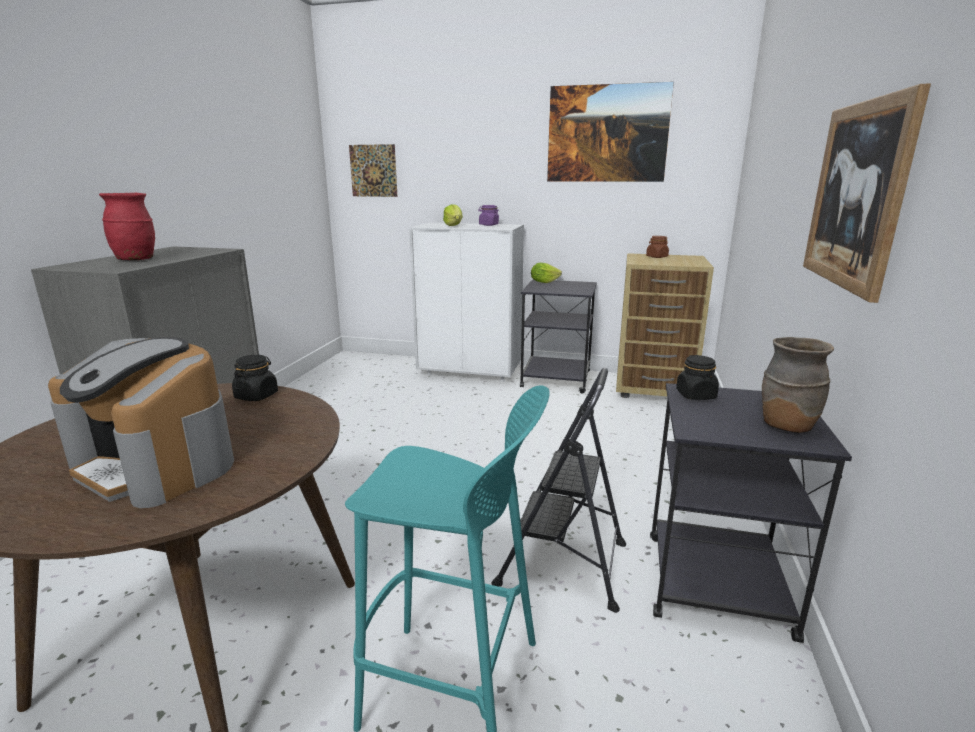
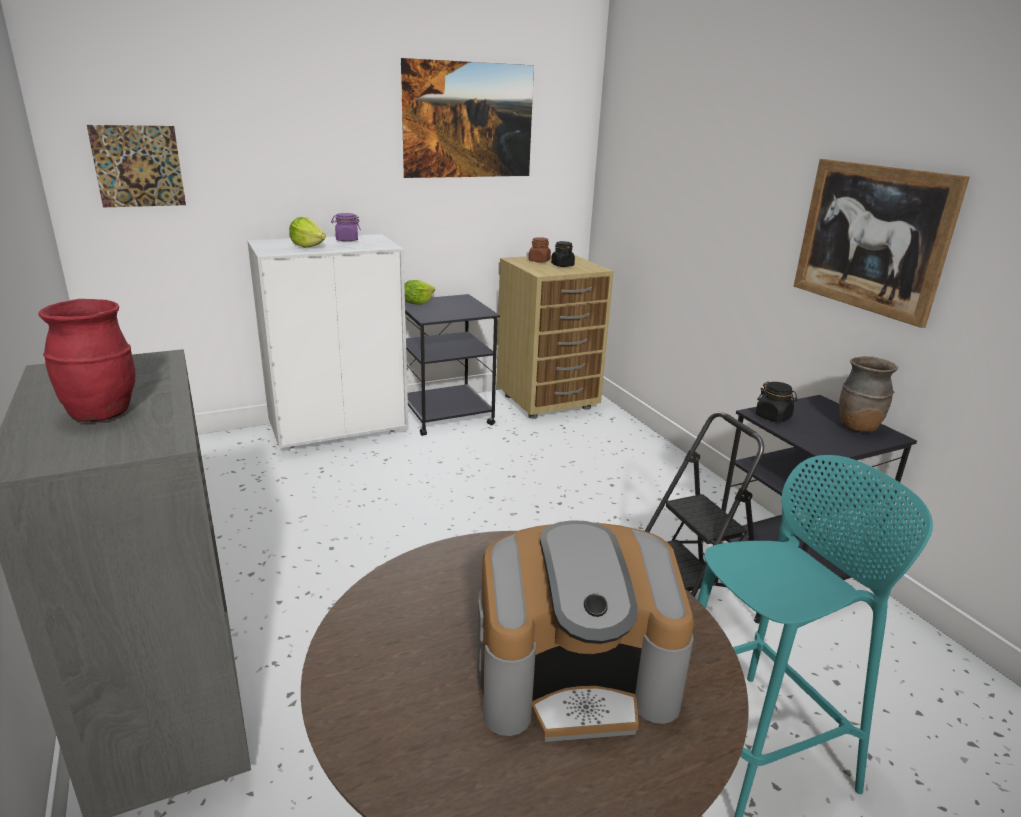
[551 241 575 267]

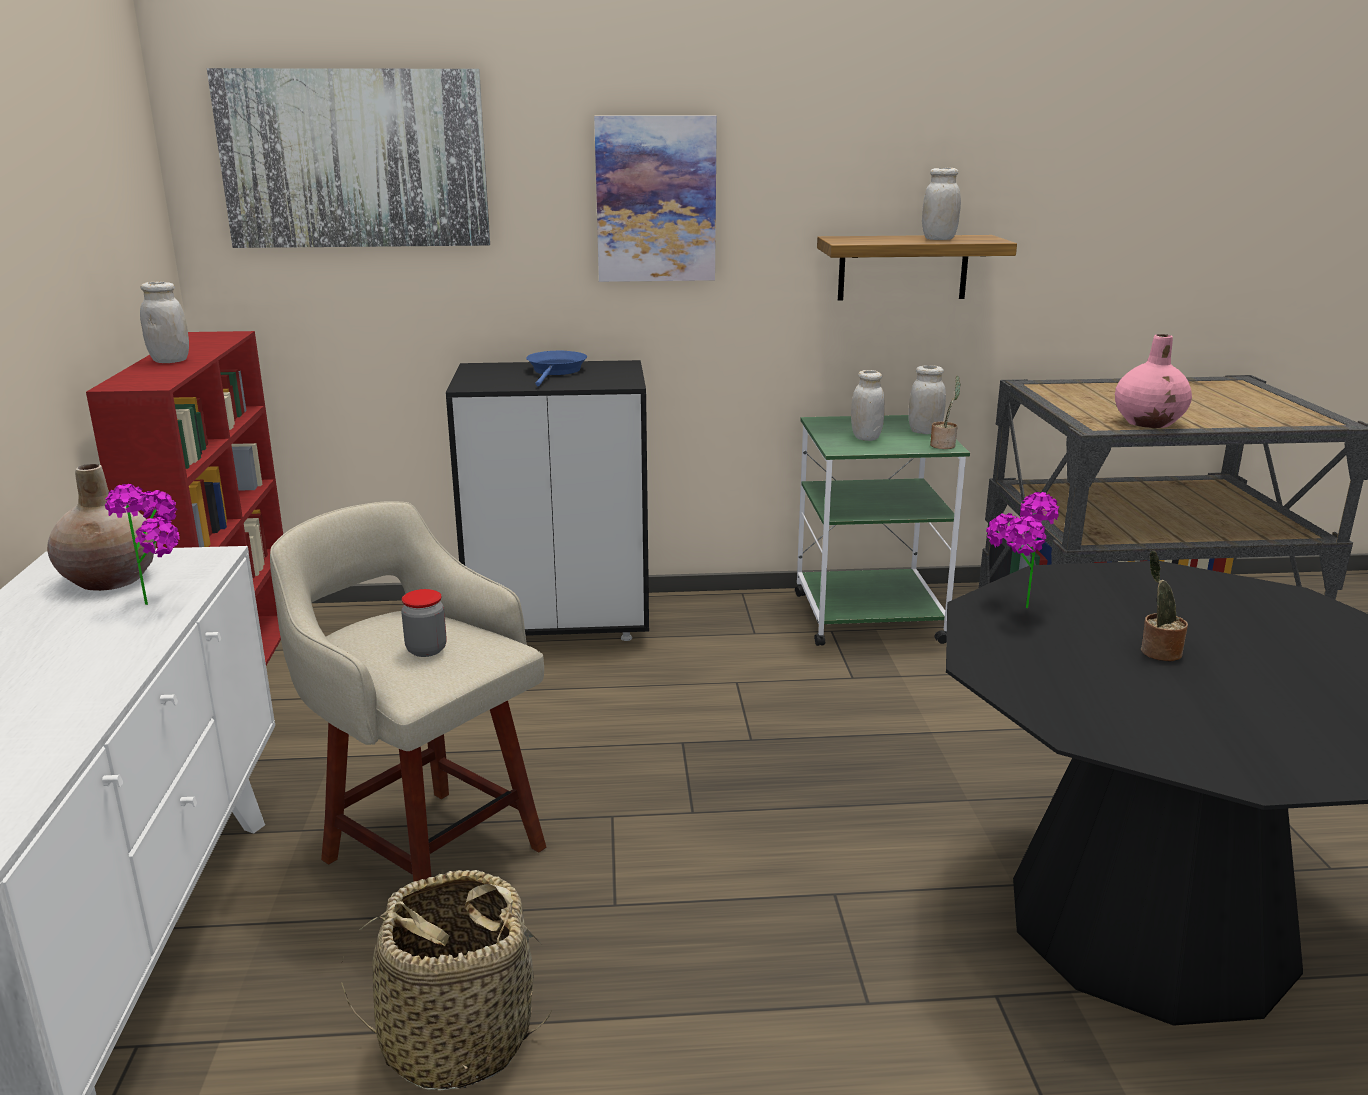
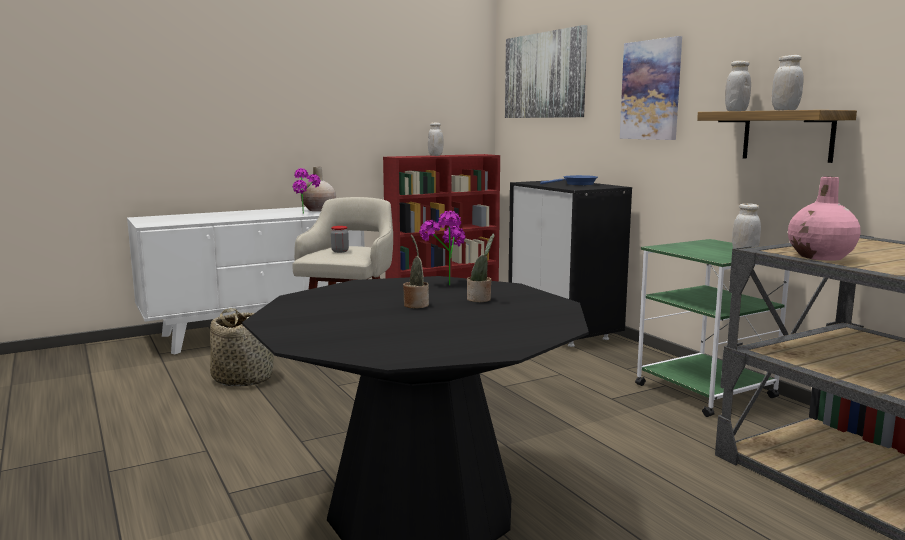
[725 61 751 111]
[467 234 494 302]

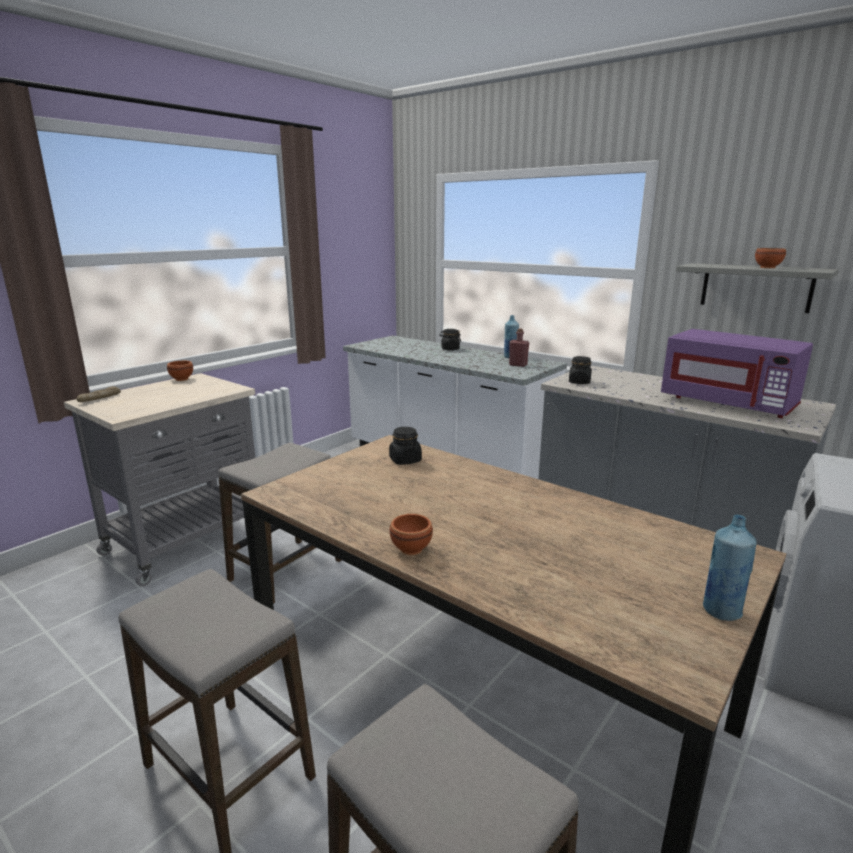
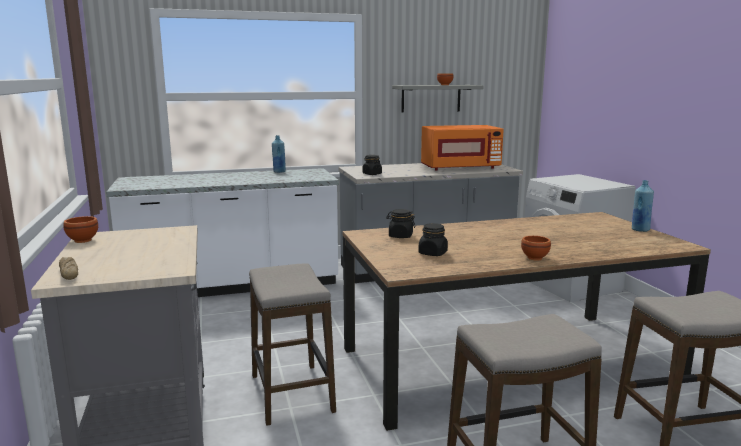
[418 223 448 256]
[509 328 529 367] (first image)
[421 125 504 171]

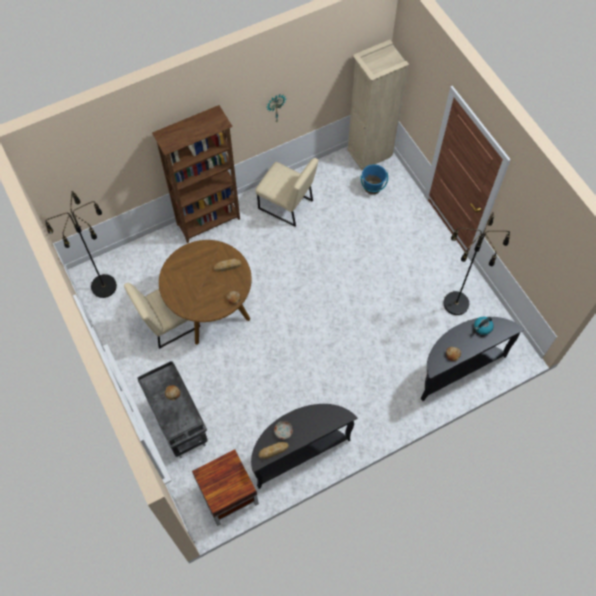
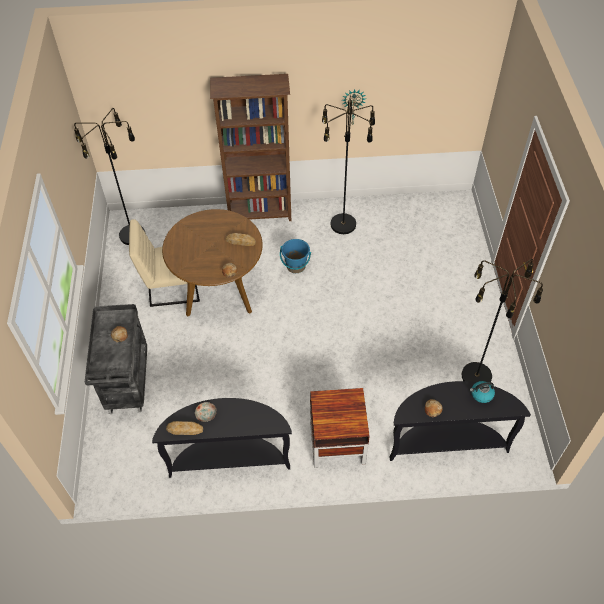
[310 388 370 468]
[322 96 375 234]
[348 40 409 170] (first image)
[280 239 311 273]

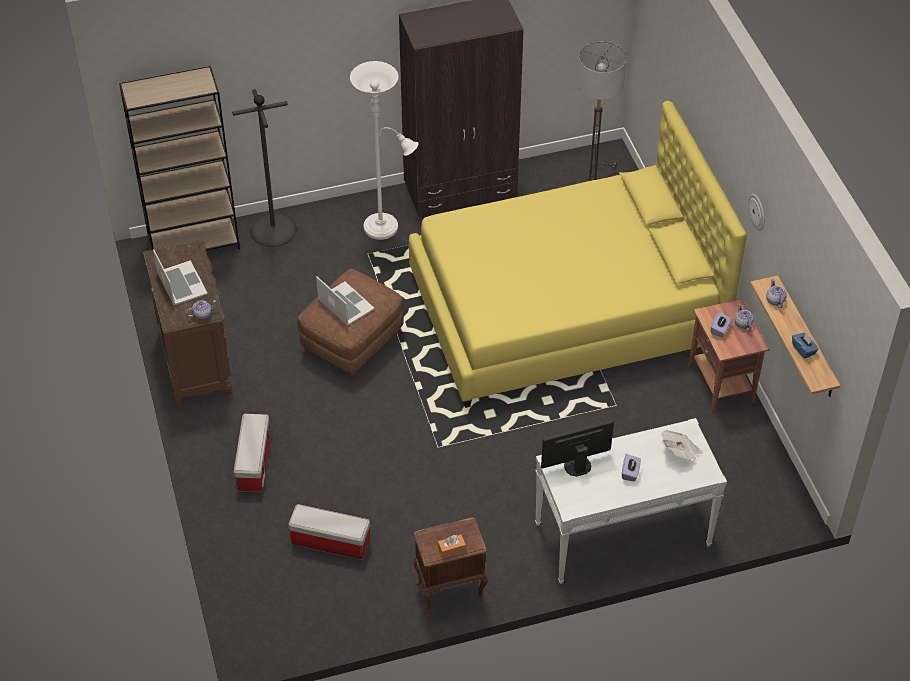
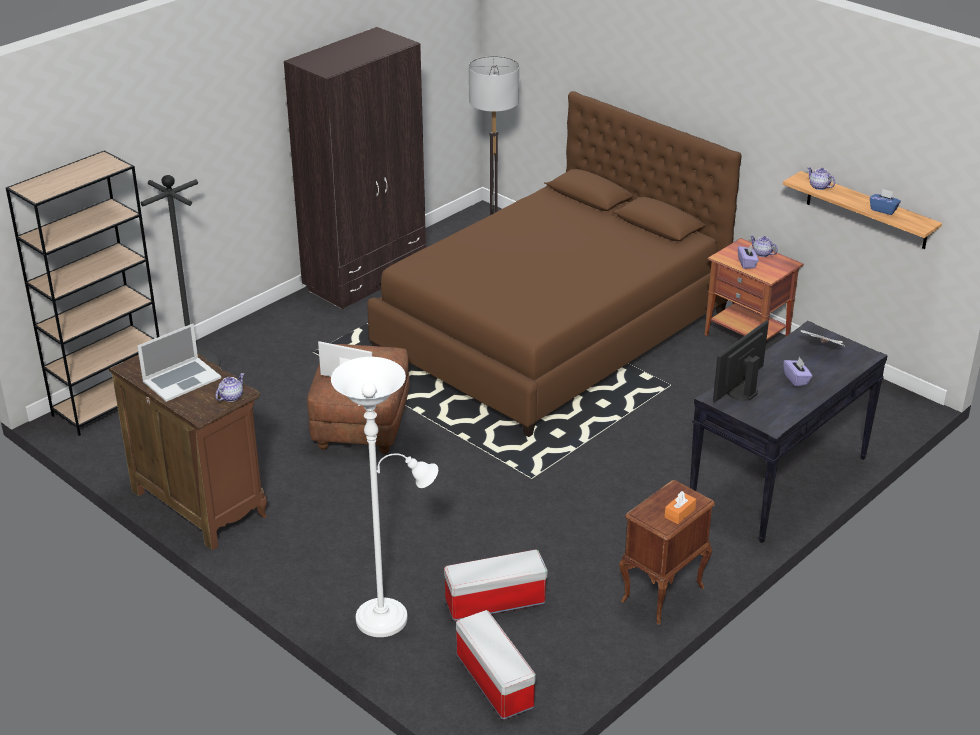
[137 324 221 402]
[456 610 536 720]
[331 357 438 637]
[367 91 742 437]
[690 321 888 543]
[748 194 765 231] (first image)

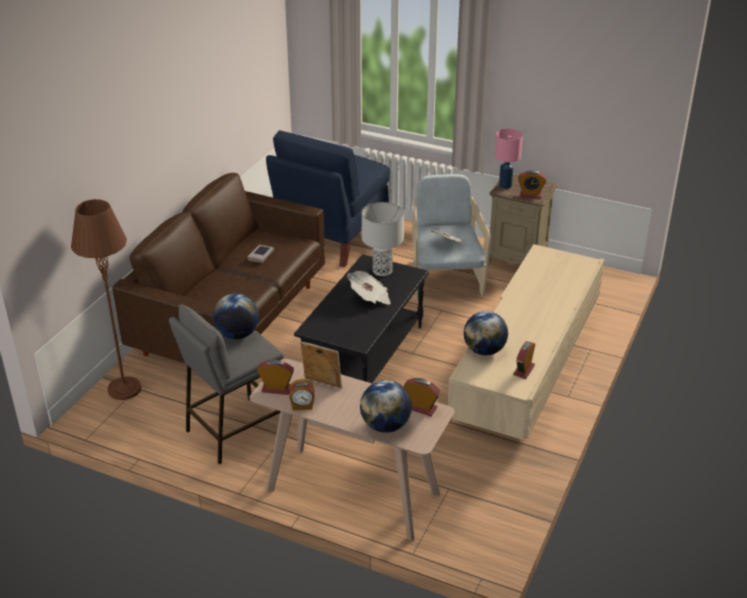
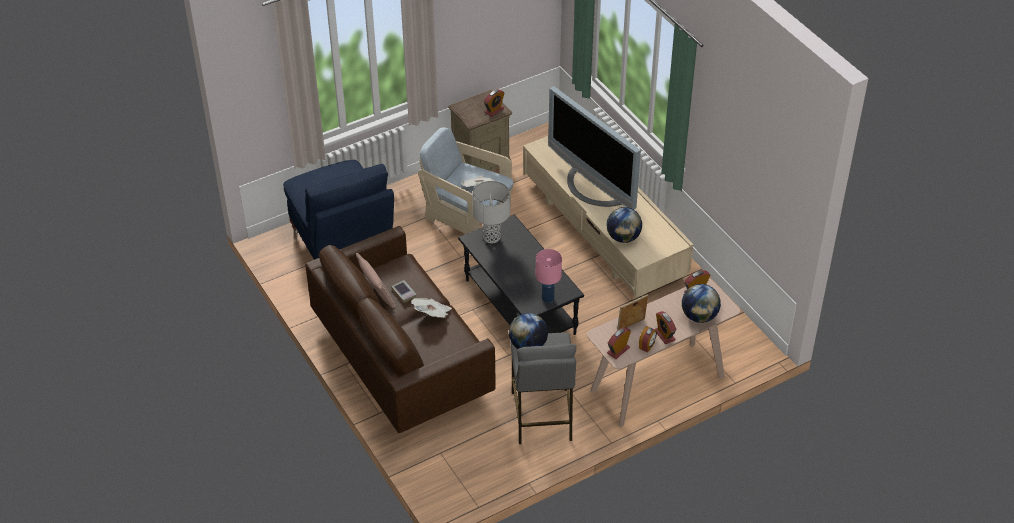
[71 199 141 400] (first image)
[411 298 452 318]
[536 249 562 303]
[655 311 676 344]
[356 253 396 308]
[548 86 641 210]

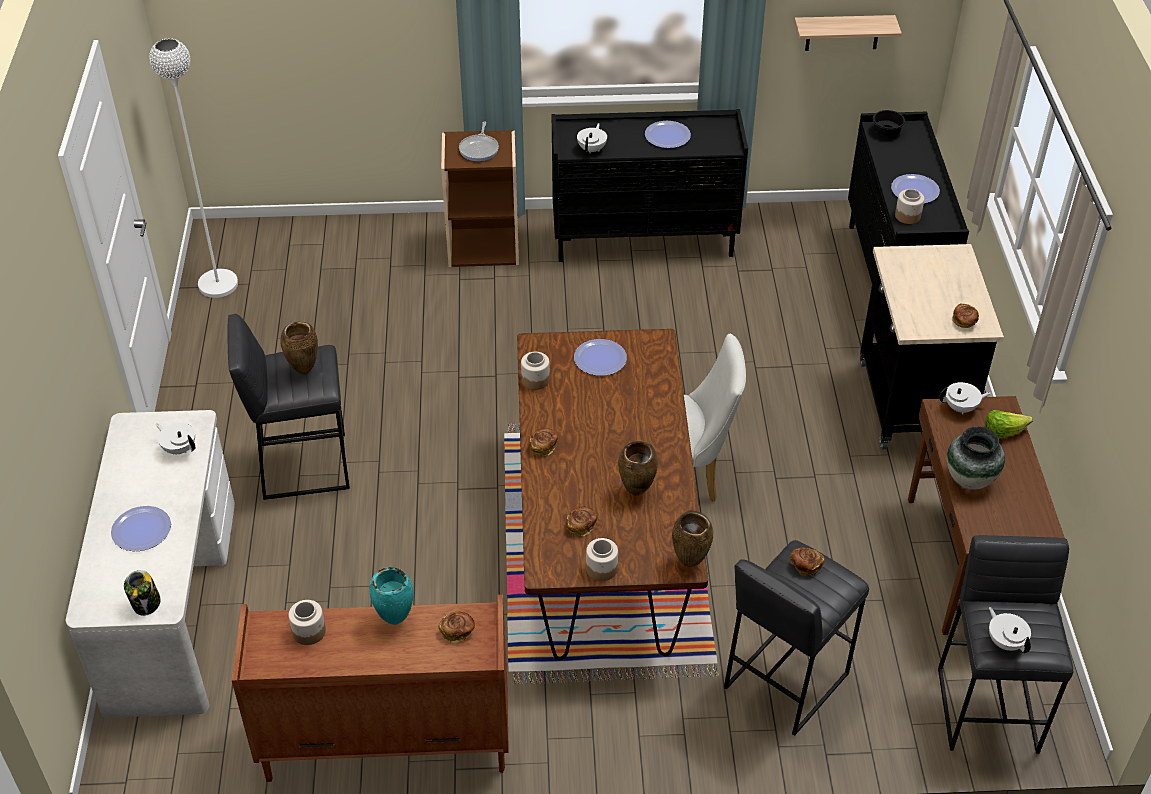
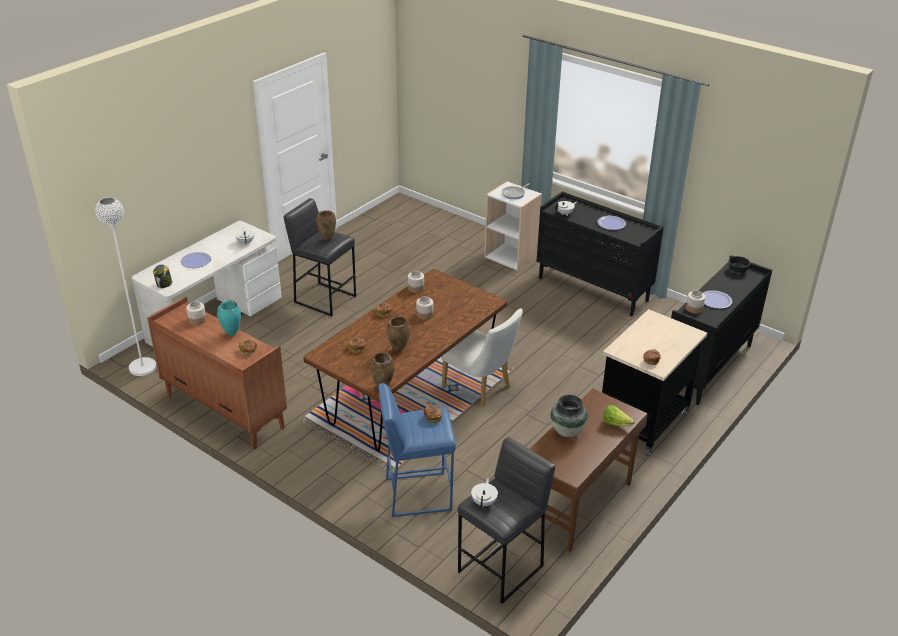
[95 197 157 376]
[484 181 542 271]
[574 339 627 376] (first image)
[416 297 433 320]
[379 383 456 517]
[794 15 902 51] (first image)
[939 382 991 415] (first image)

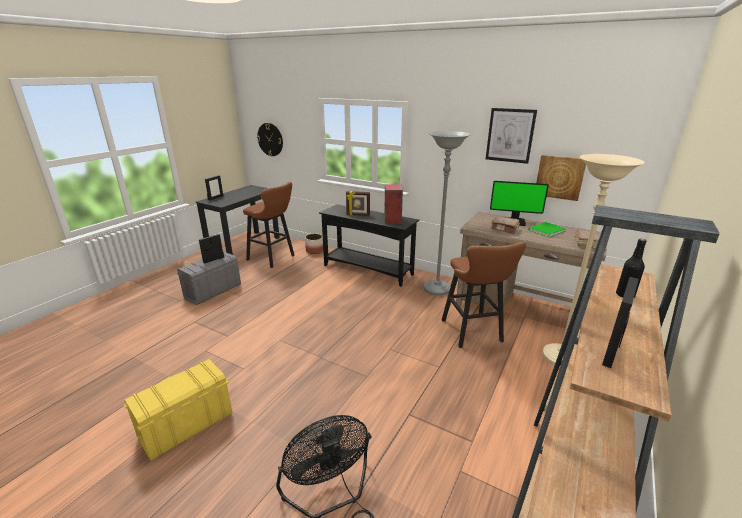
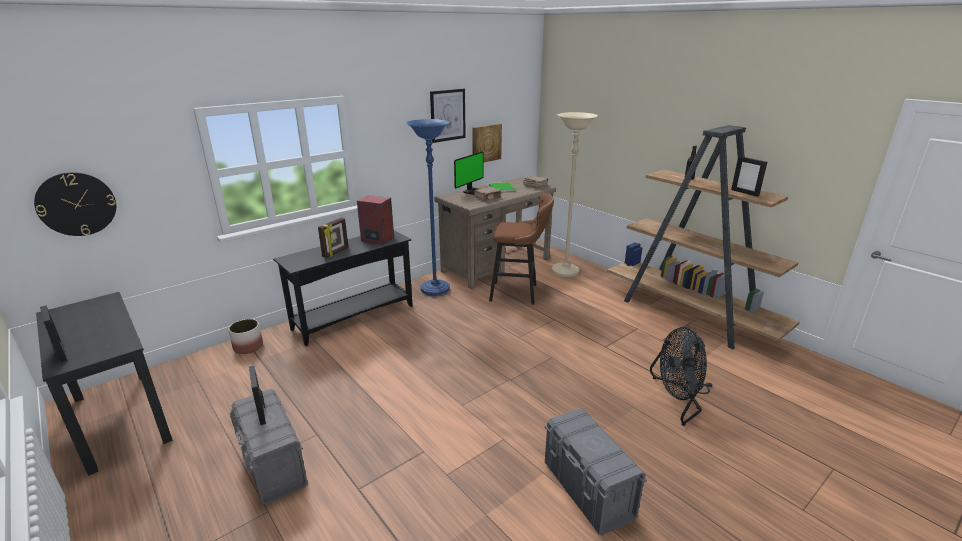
[545 408 647 536]
[243 182 295 268] (first image)
[406 119 450 296]

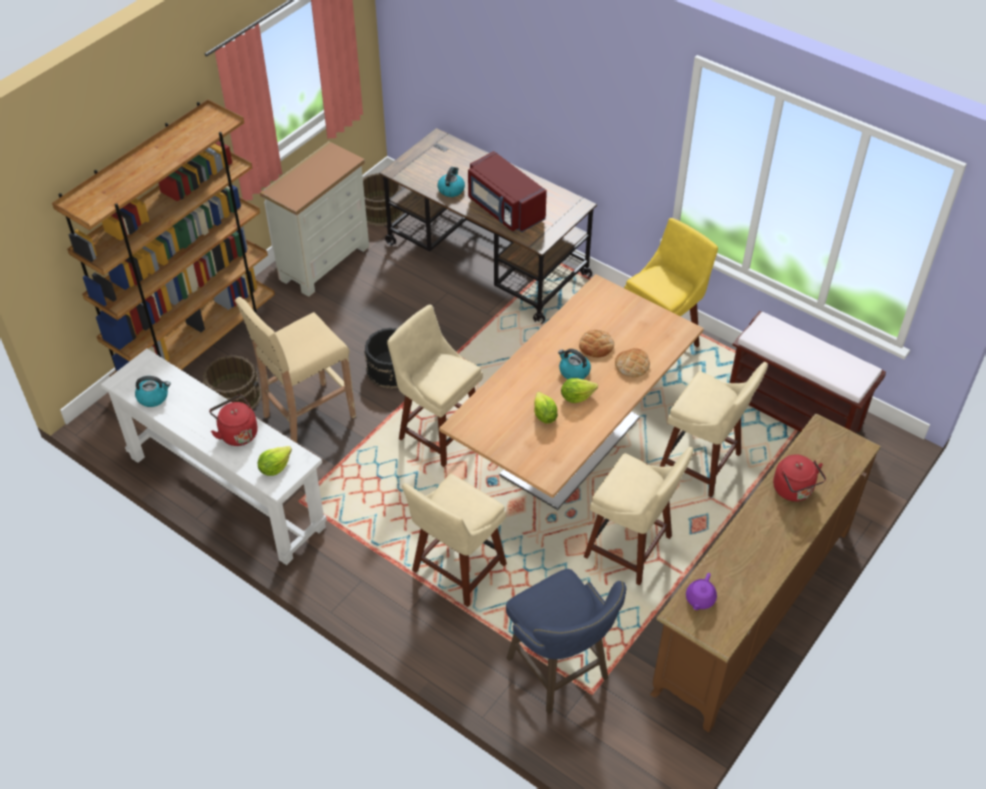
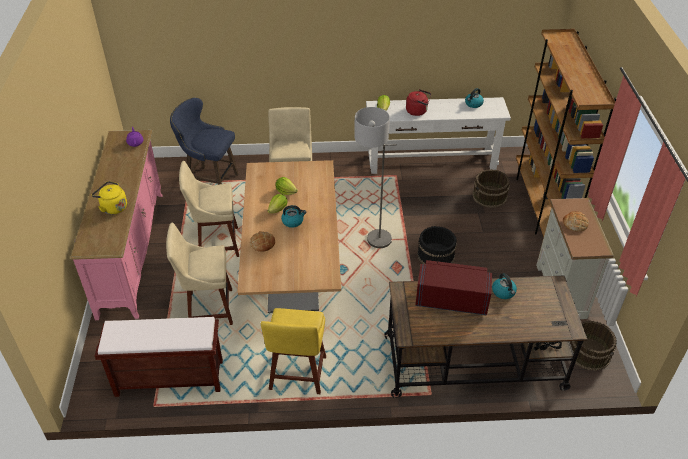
[235 297 356 443] (first image)
[354 107 397 248]
[563 211 589 232]
[71 130 163 320]
[92 181 127 214]

